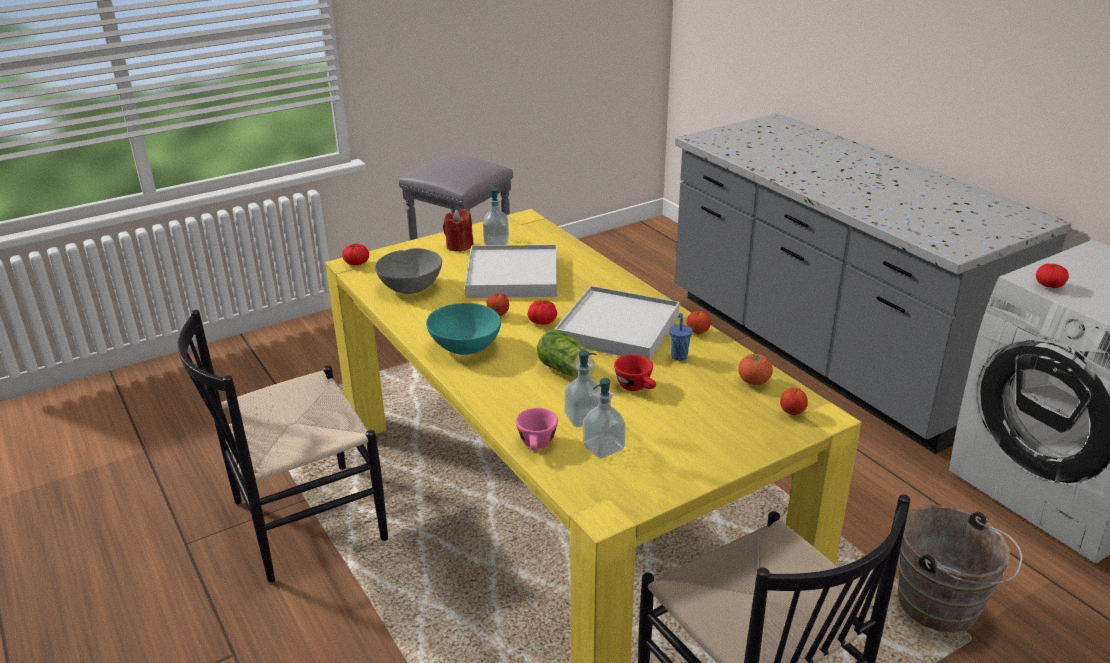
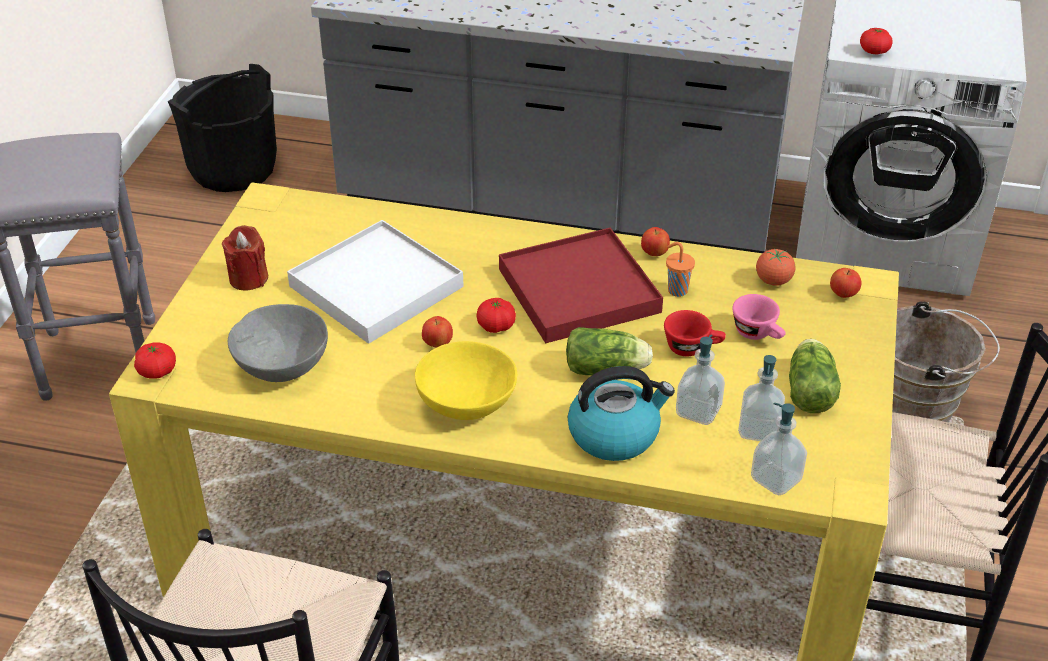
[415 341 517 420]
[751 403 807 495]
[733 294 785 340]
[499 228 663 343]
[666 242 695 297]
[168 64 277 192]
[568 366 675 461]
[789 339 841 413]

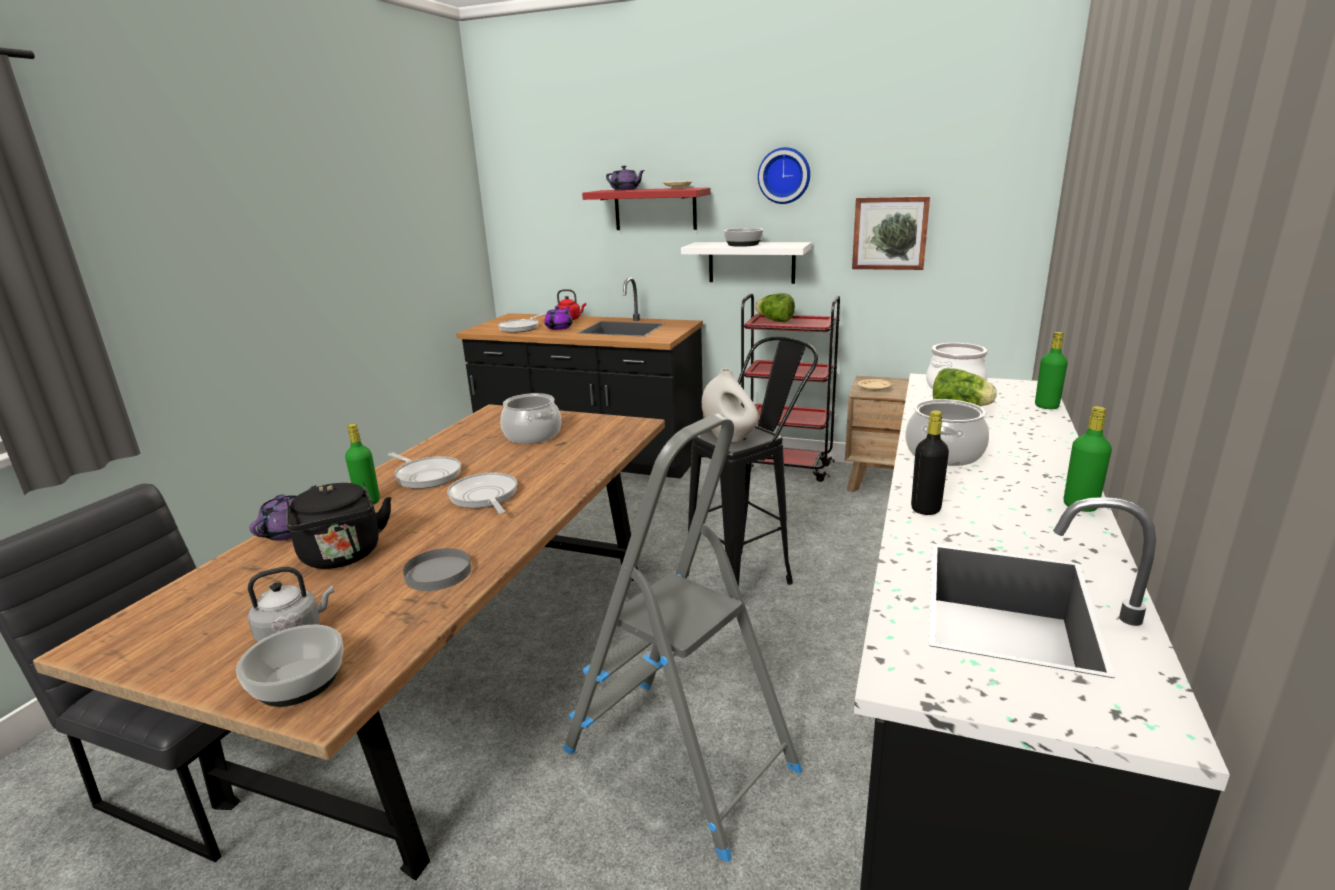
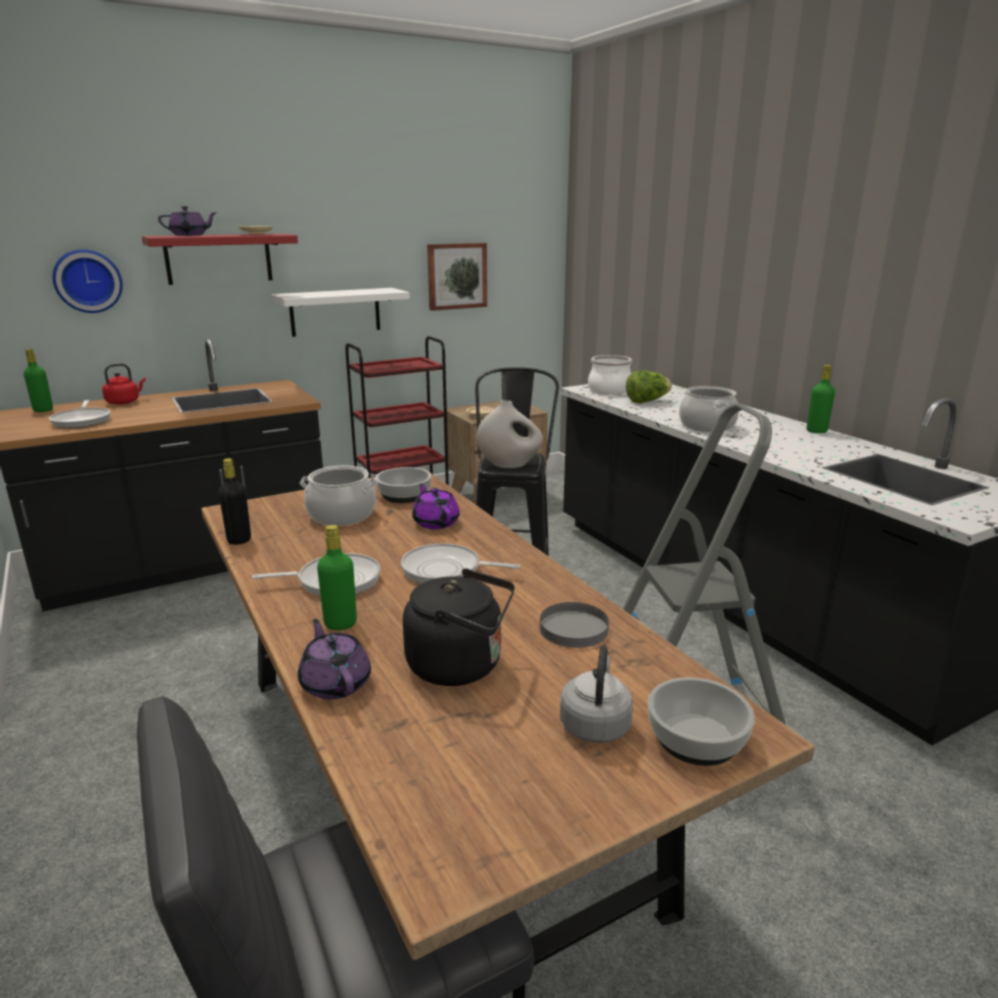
[412 483 460 529]
[376 467 432 503]
[755 293 795 322] (first image)
[52 249 123 313]
[219 458 251 545]
[24 349 53 412]

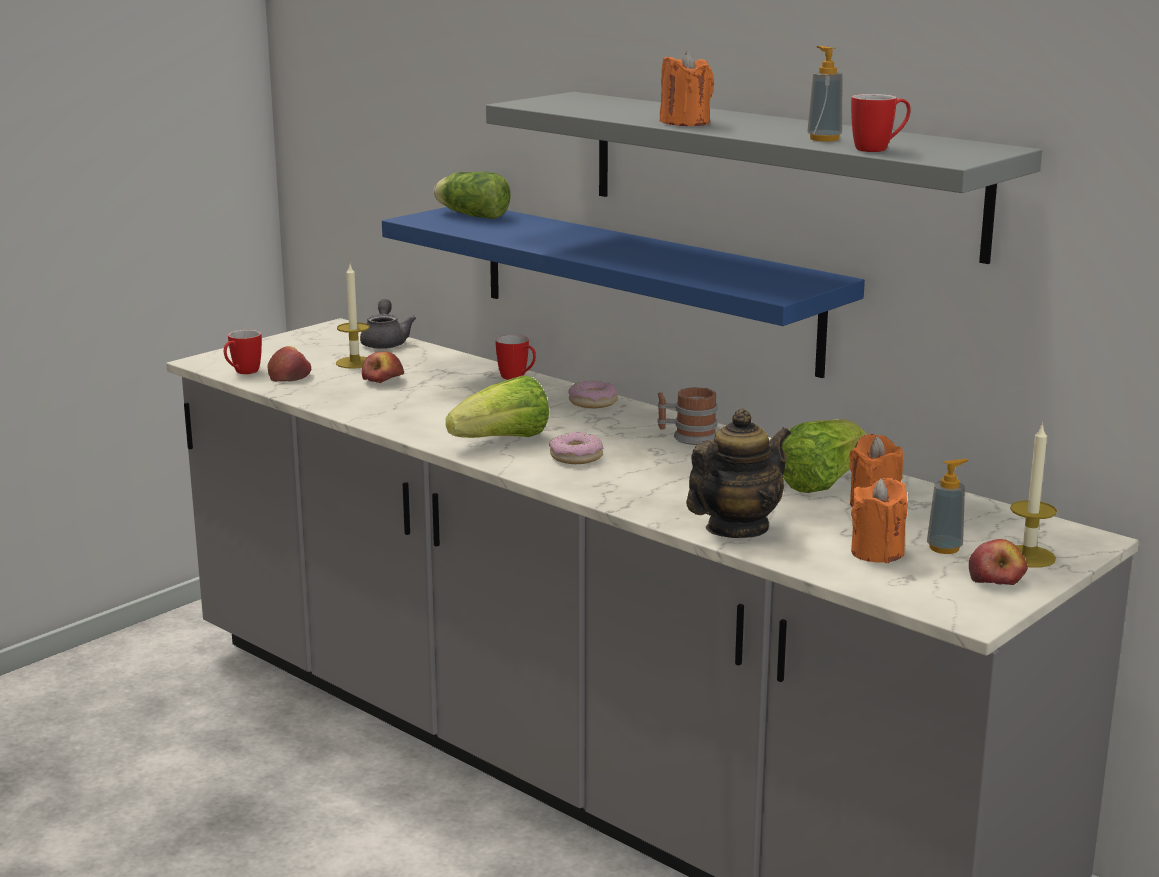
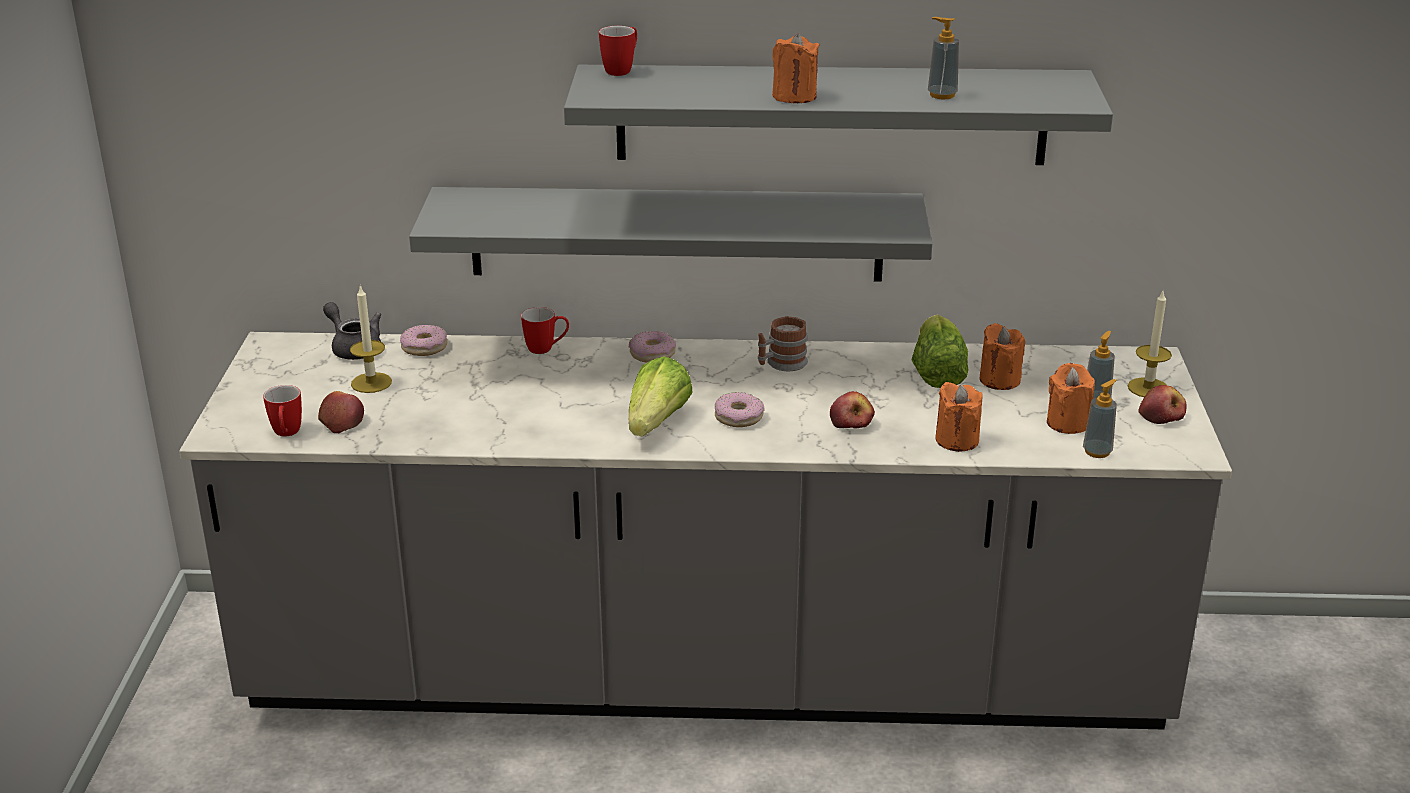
[830 391 875 429]
[409 187 932 282]
[434 172 511 219] (first image)
[935 382 983 452]
[599 26 637 76]
[400 325 447 356]
[1083 379 1117 458]

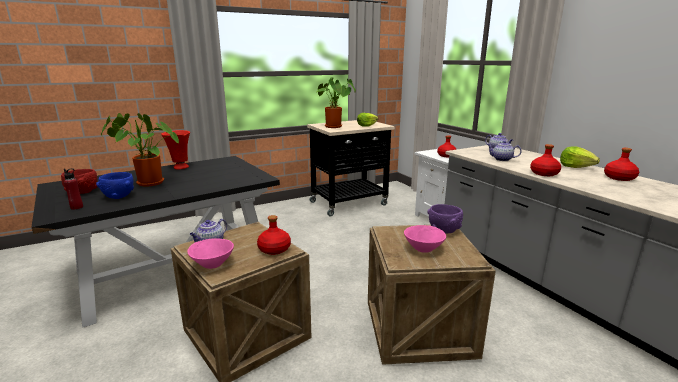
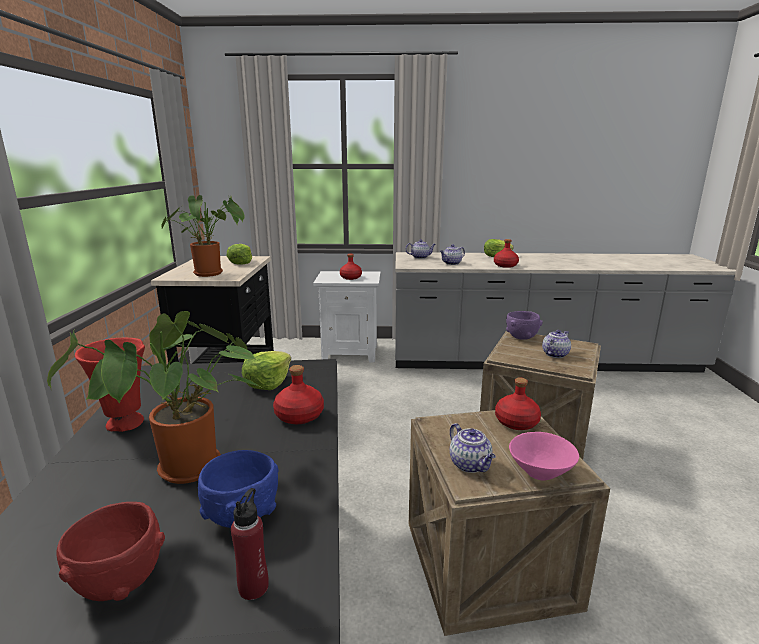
[542 330 571 358]
[273 365 324 424]
[242 351 291 390]

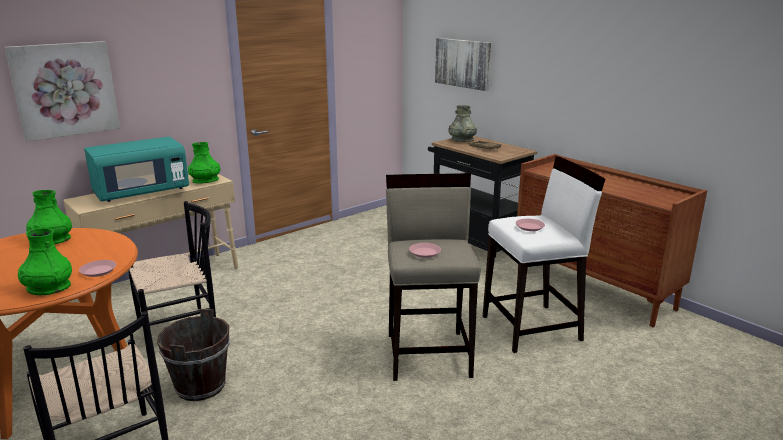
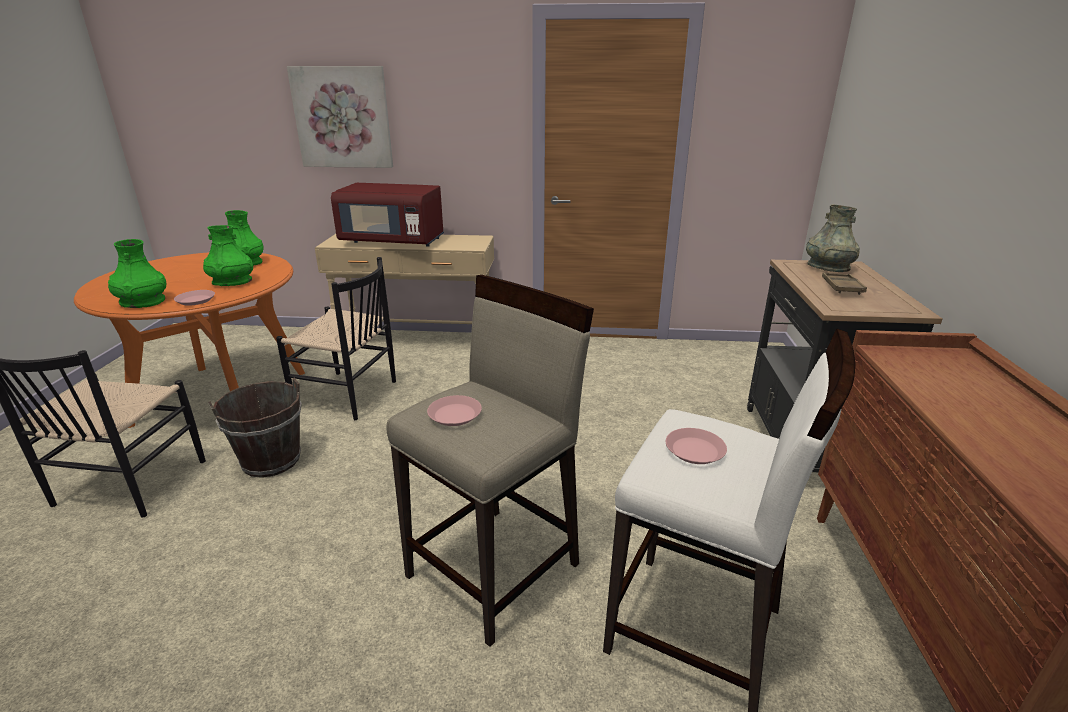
[331 183 444 247]
[203 225 253 286]
[435 38 491 91] (first image)

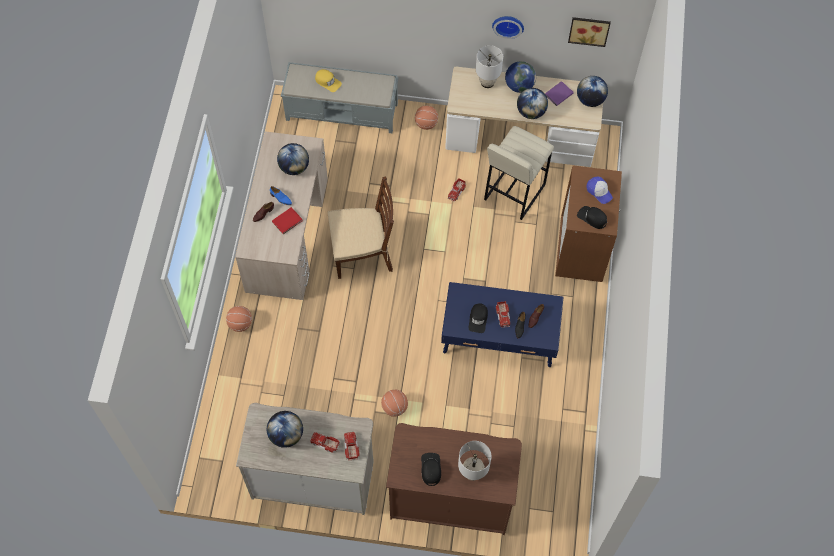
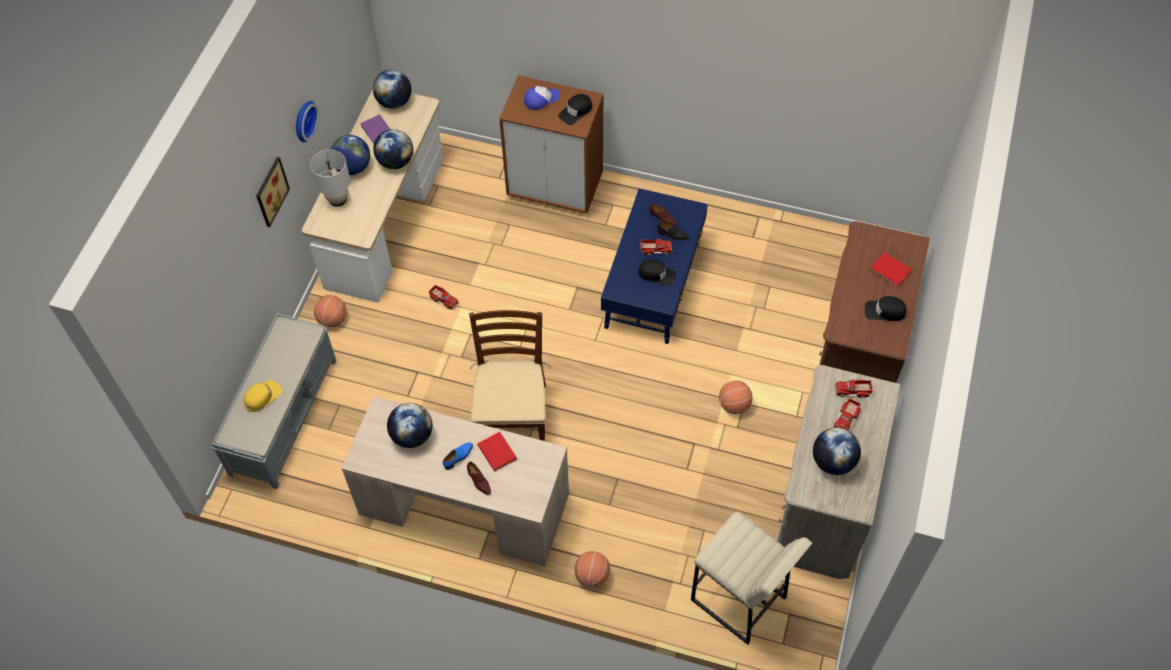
[870 253 911 287]
[691 512 812 645]
[256 157 290 227]

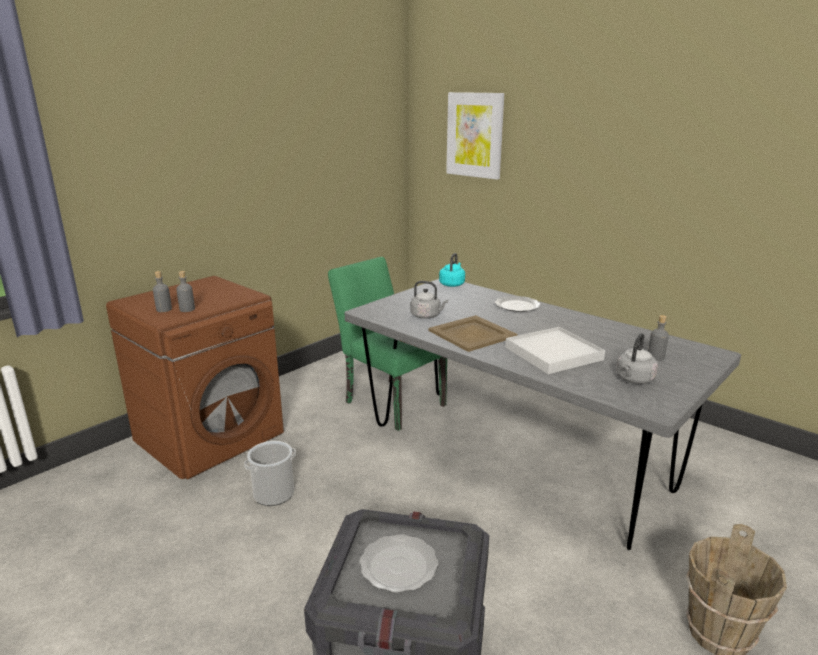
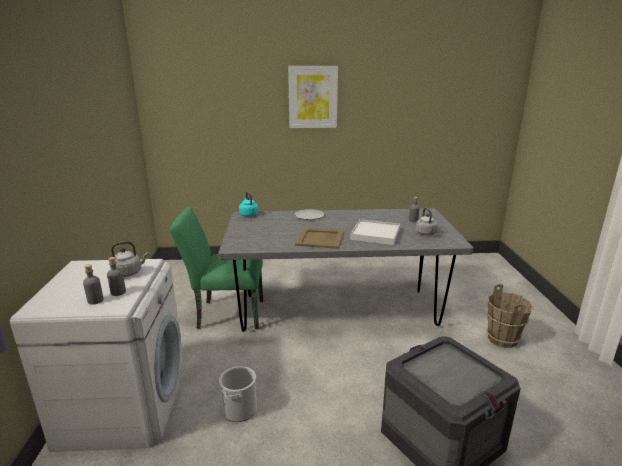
[10 259 185 452]
[359 534 438 593] (first image)
[110 241 148 277]
[288 66 338 128]

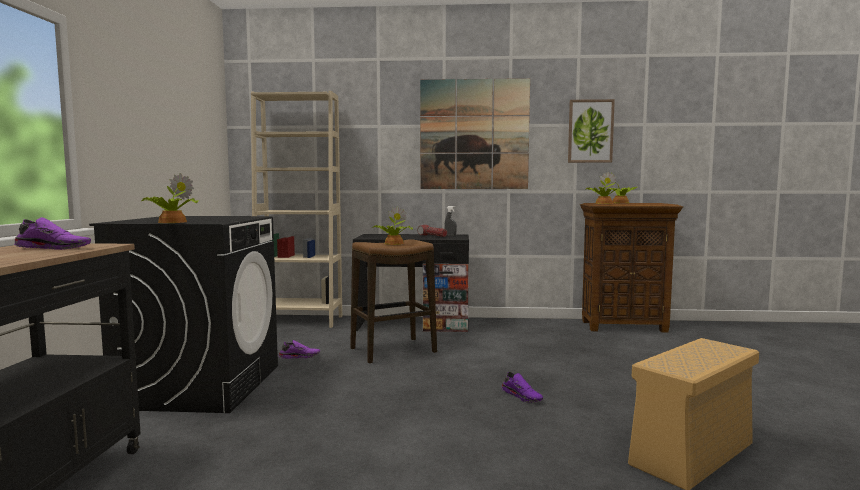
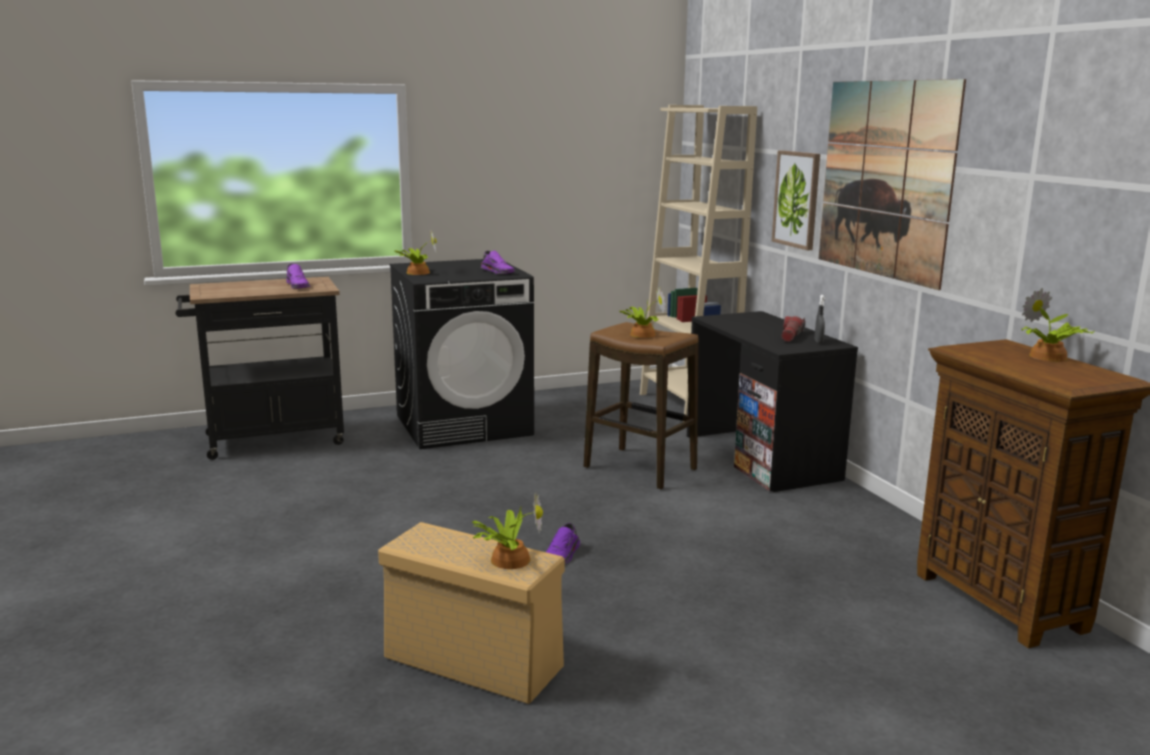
[481 251 515 274]
[772 150 820 250]
[472 493 543 569]

